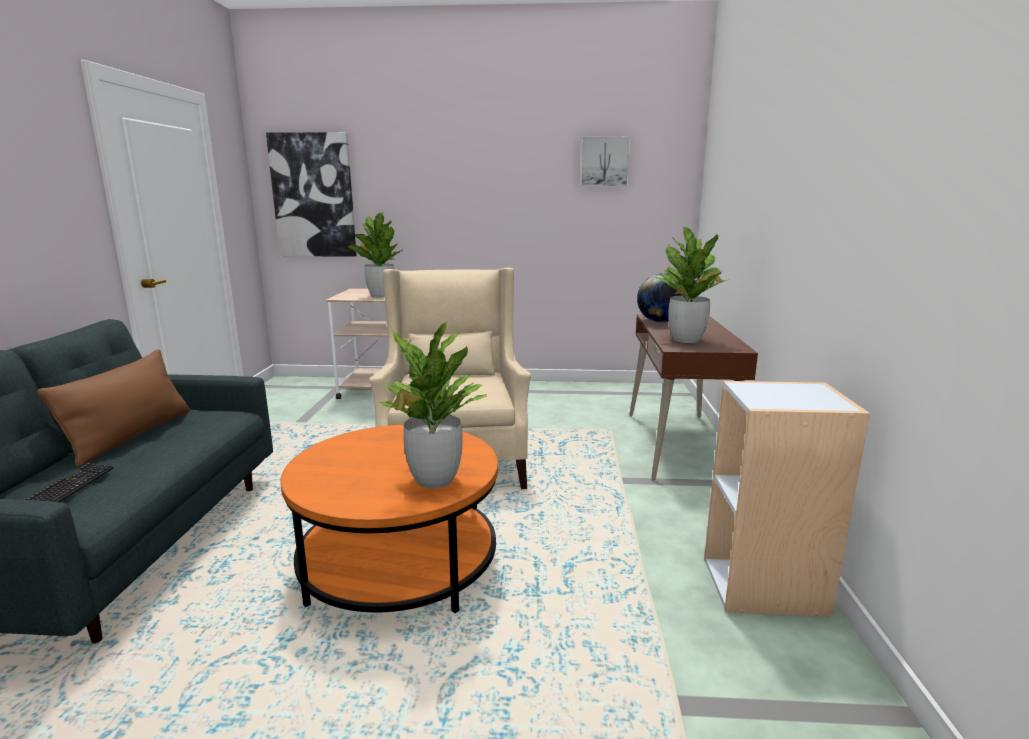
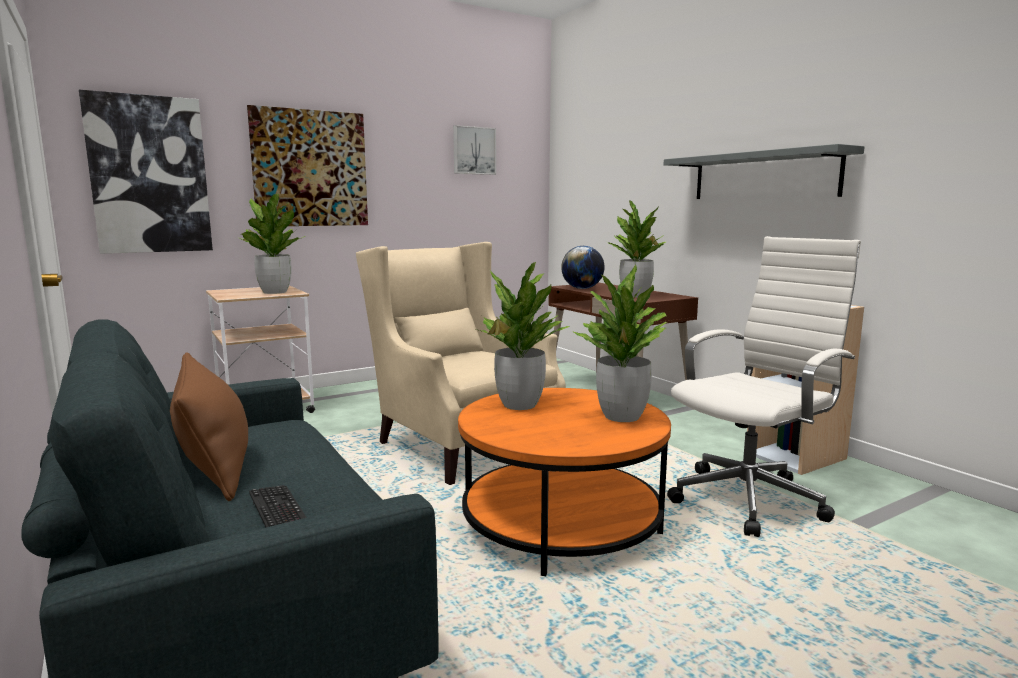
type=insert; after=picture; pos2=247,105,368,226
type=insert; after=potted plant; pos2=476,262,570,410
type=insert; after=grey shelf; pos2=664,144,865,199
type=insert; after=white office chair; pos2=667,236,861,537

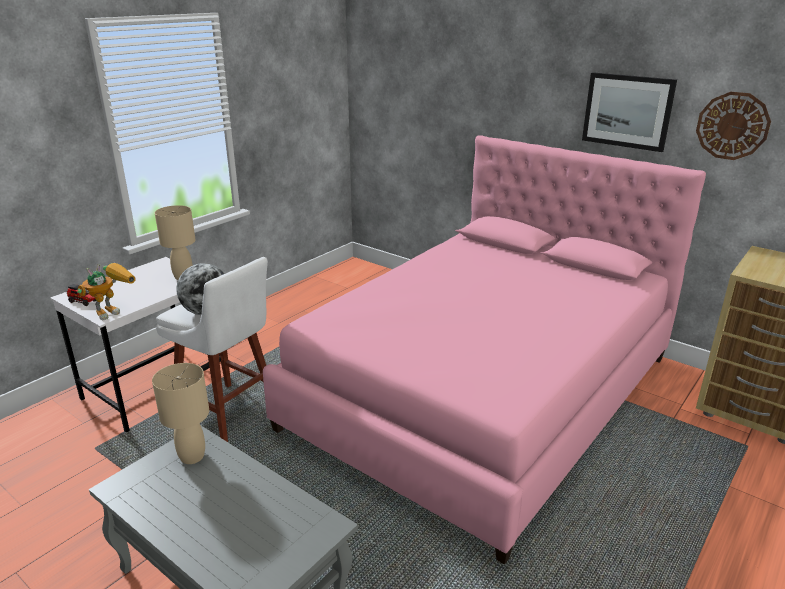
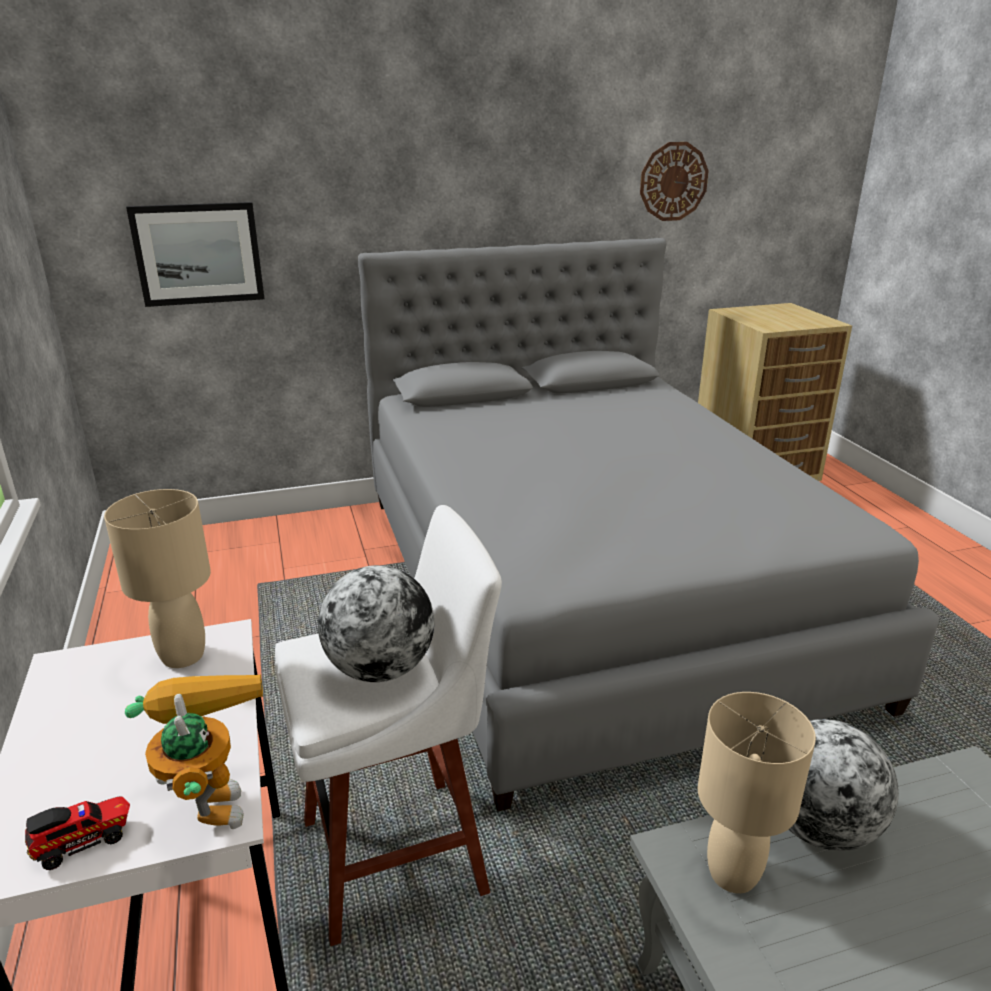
type=insert; after=globe; pos2=788,719,899,851
type=move; before=picture; pos1=582,72,677,152; pos2=126,202,265,307
type=recolor; before=pink bed; after=grey bed; pos1=263,135,706,565; pos2=358,238,939,811

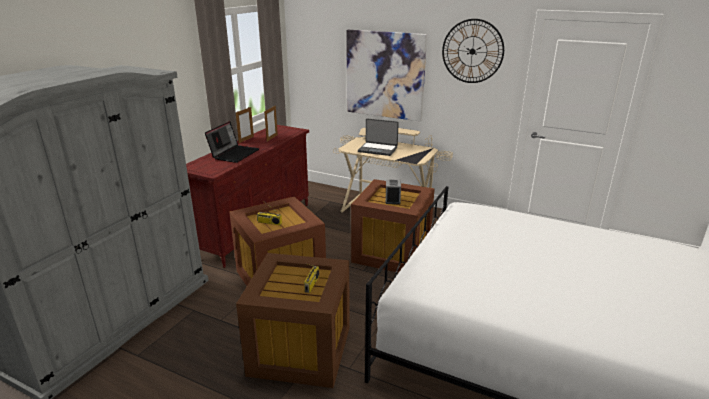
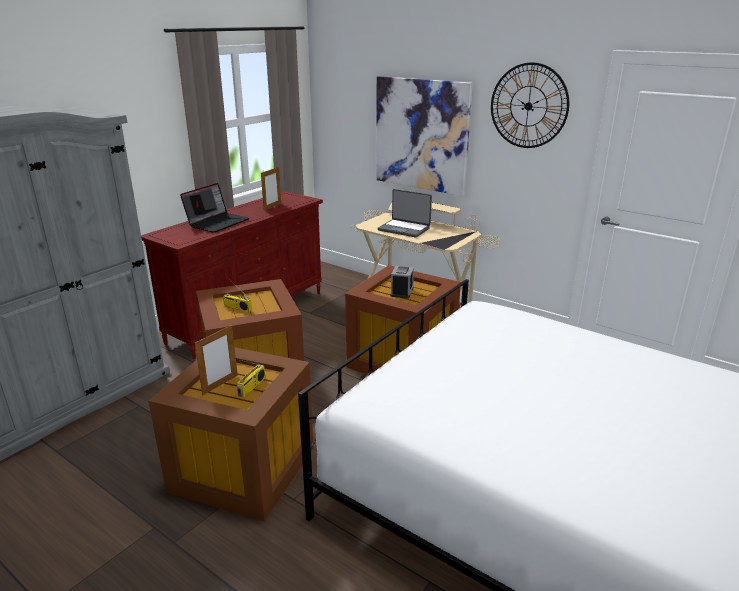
type=move; before=picture frame; pos1=236,107,254,143; pos2=195,325,238,395

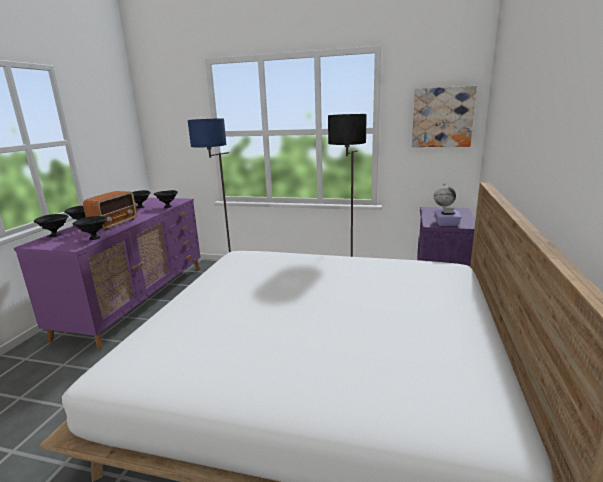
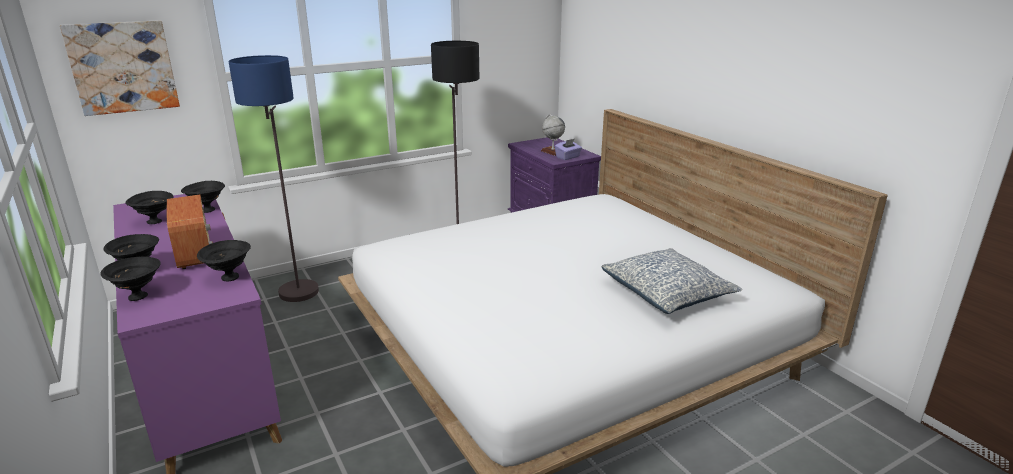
type=insert; after=pillow; pos2=602,248,742,314
type=move; before=picture; pos1=412,86,477,147; pos2=60,20,180,116

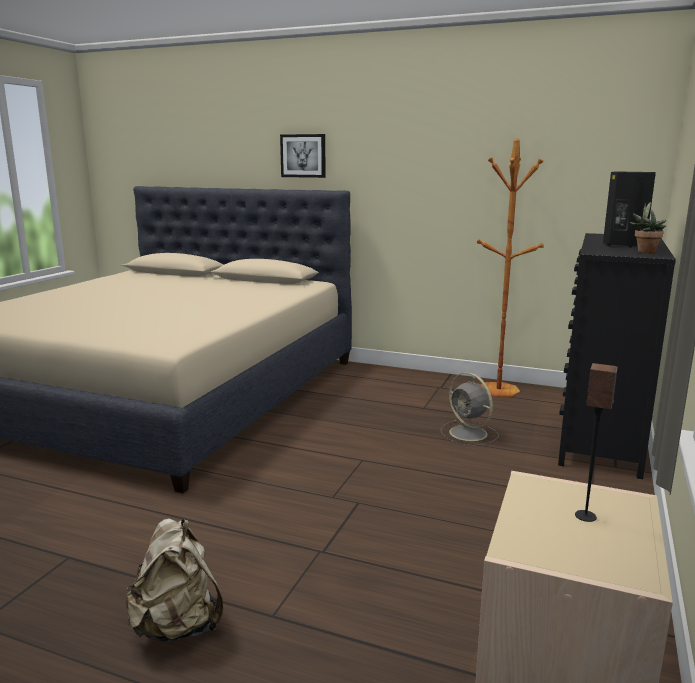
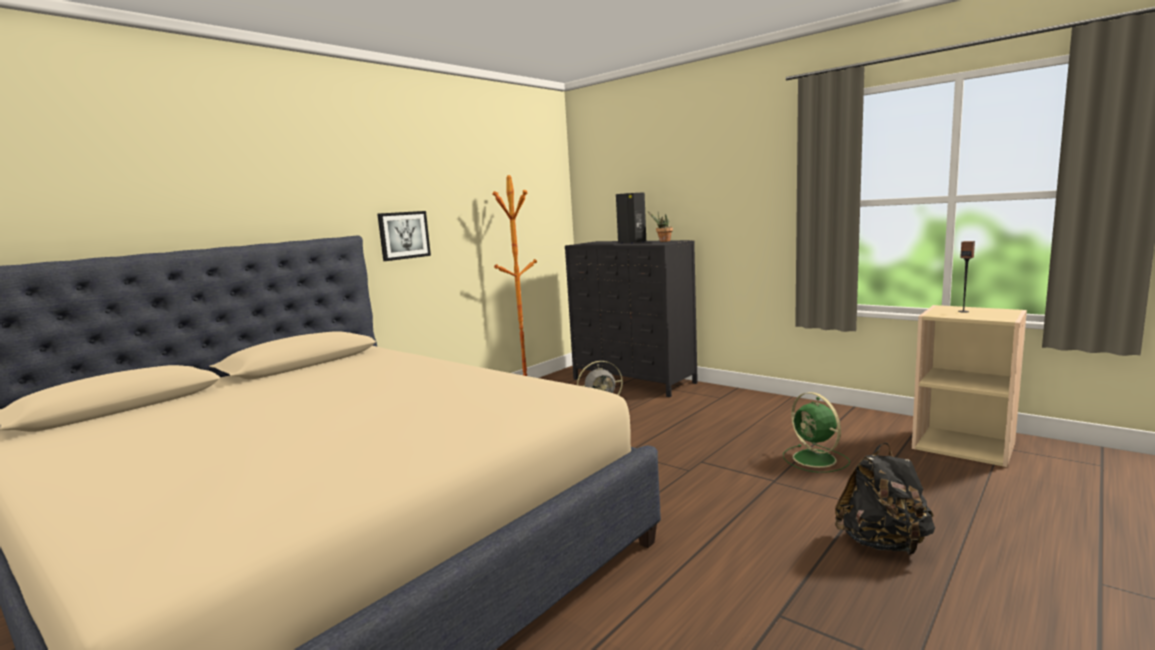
type=insert; after=green fan; pos2=783,392,850,473
type=move; before=picture; pos1=280,134,326,178; pos2=377,211,431,261
type=recolor; before=beige backpack; after=black backpack; pos1=126,519,223,641; pos2=835,443,935,555

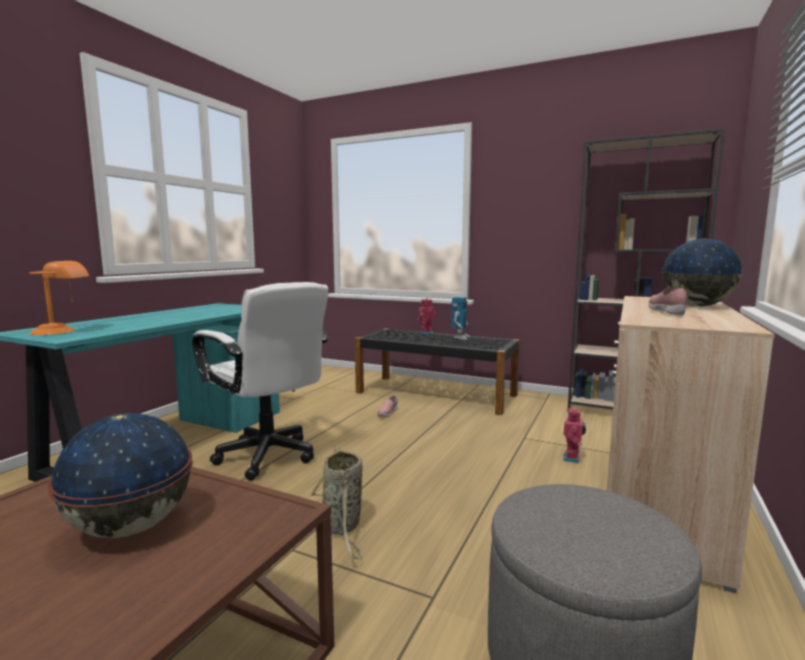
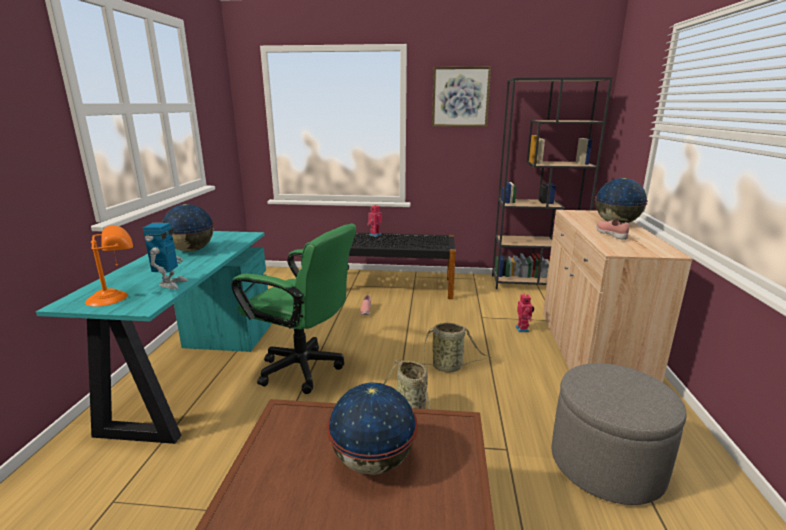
type=insert; after=globe; pos2=162,204,214,251
type=insert; after=basket; pos2=422,322,492,373
type=insert; after=picture; pos2=432,66,491,127
type=move; before=toy robot; pos1=452,297,471,340; pos2=143,223,188,289
type=recolor; before=white office chair; after=green office chair; pos1=192,282,328,481; pos2=232,224,356,394

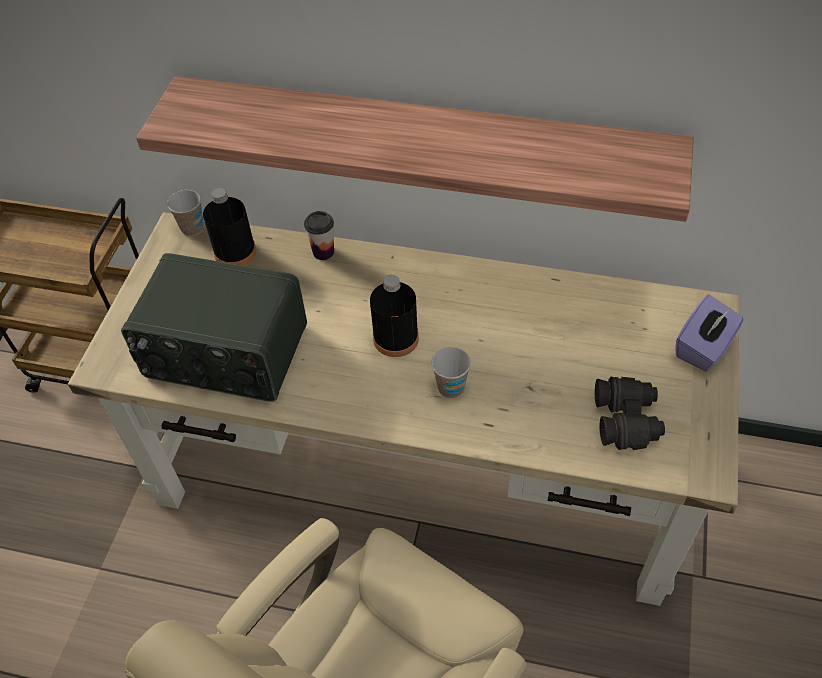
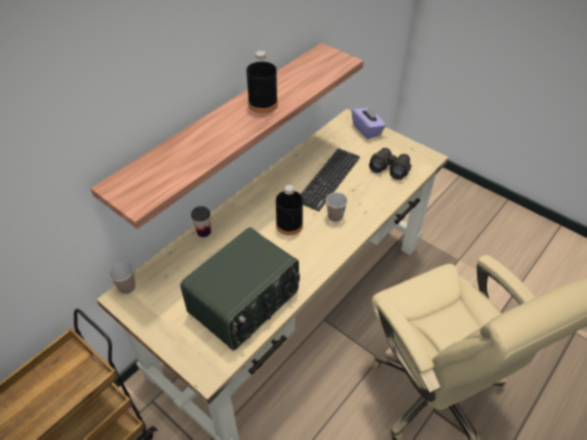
type=insert; after=keyboard; pos2=301,149,360,211
type=move; before=black bottle; pos1=203,188,256,266; pos2=246,51,278,113

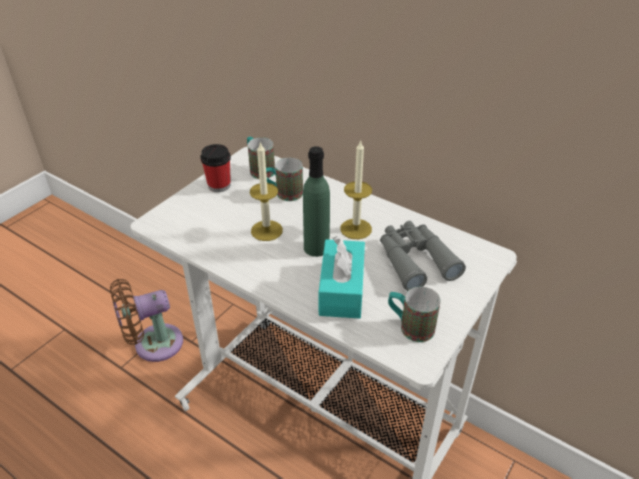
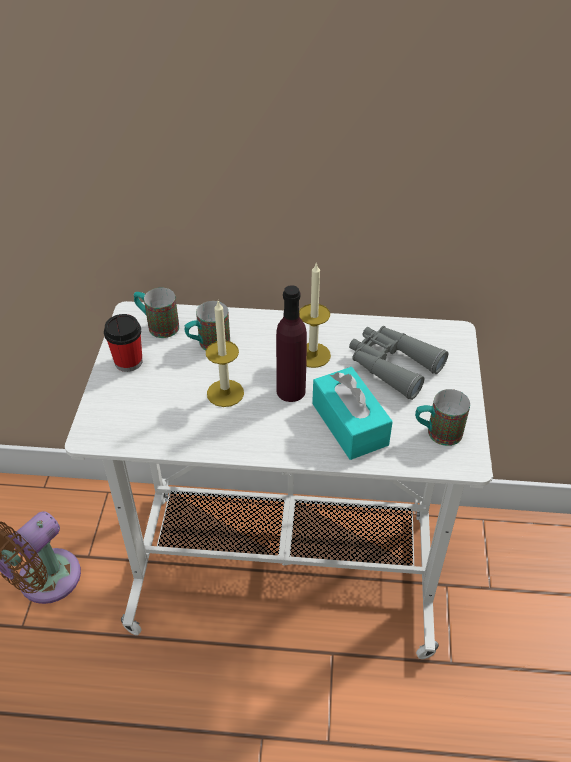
type=recolor; before=green bottle; after=purple bottle; pos1=303,146,330,257; pos2=276,285,307,402

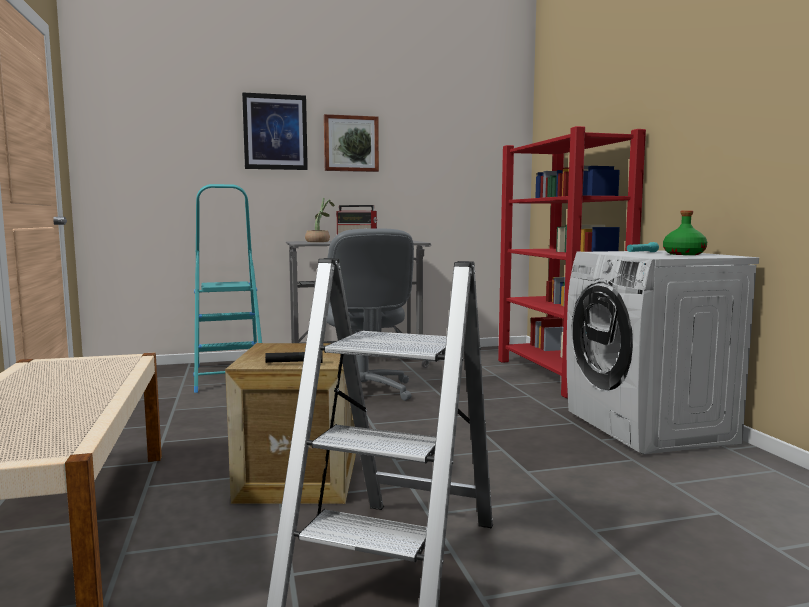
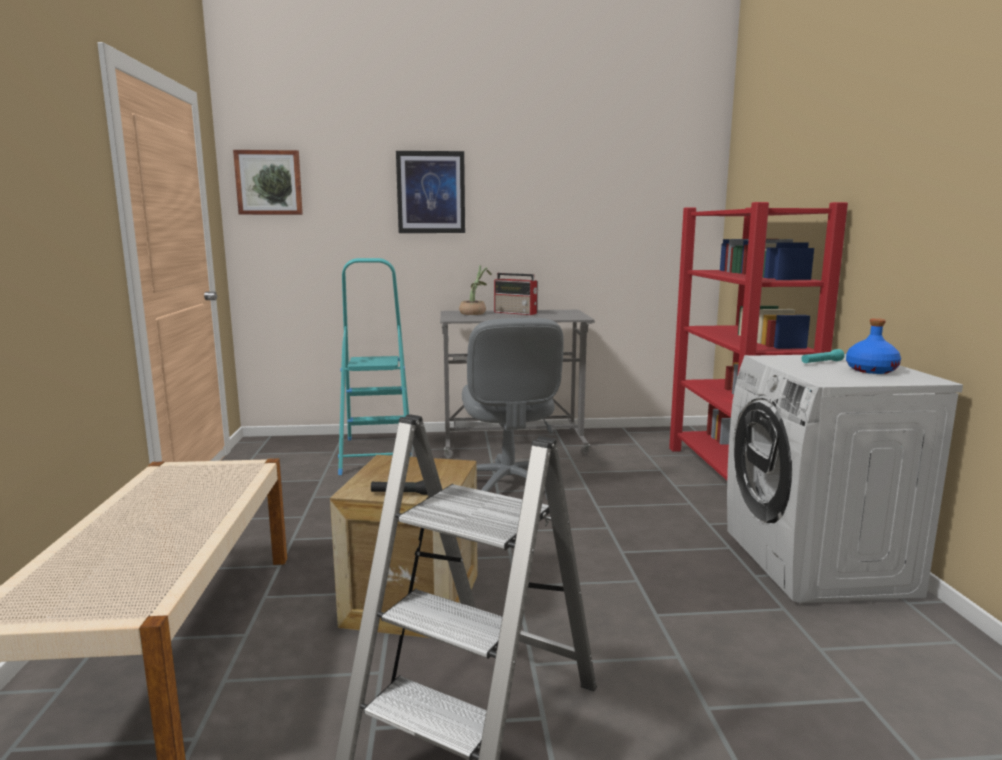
type=move; before=picture; pos1=324,114,379,172; pos2=233,150,303,215
type=recolor; before=green bottle; after=blue bottle; pos1=663,210,707,255; pos2=846,318,901,374

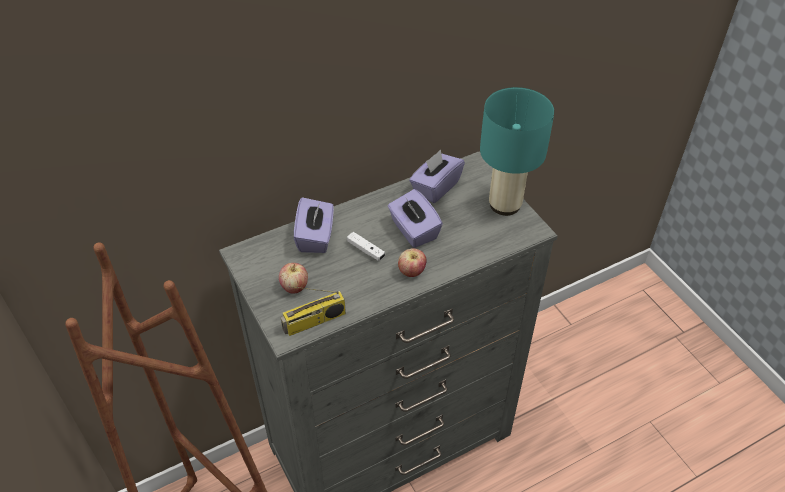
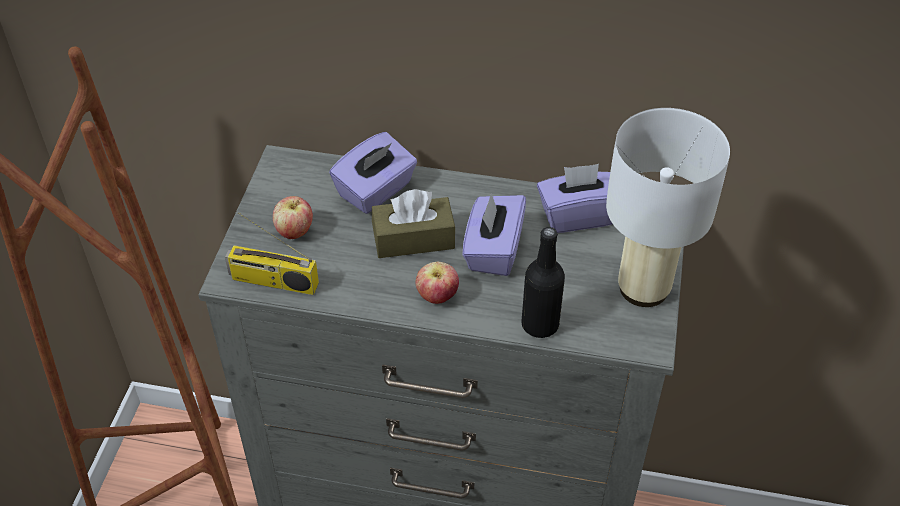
type=insert; after=black bottle; pos2=521,227,565,338
type=replace; before=white game controller; after=brown tissue box; pos1=347,232,385,261; pos2=372,189,455,258
type=recolor; before=turquoise table lamp; after=white table lamp; pos1=480,87,554,216; pos2=606,108,730,307

